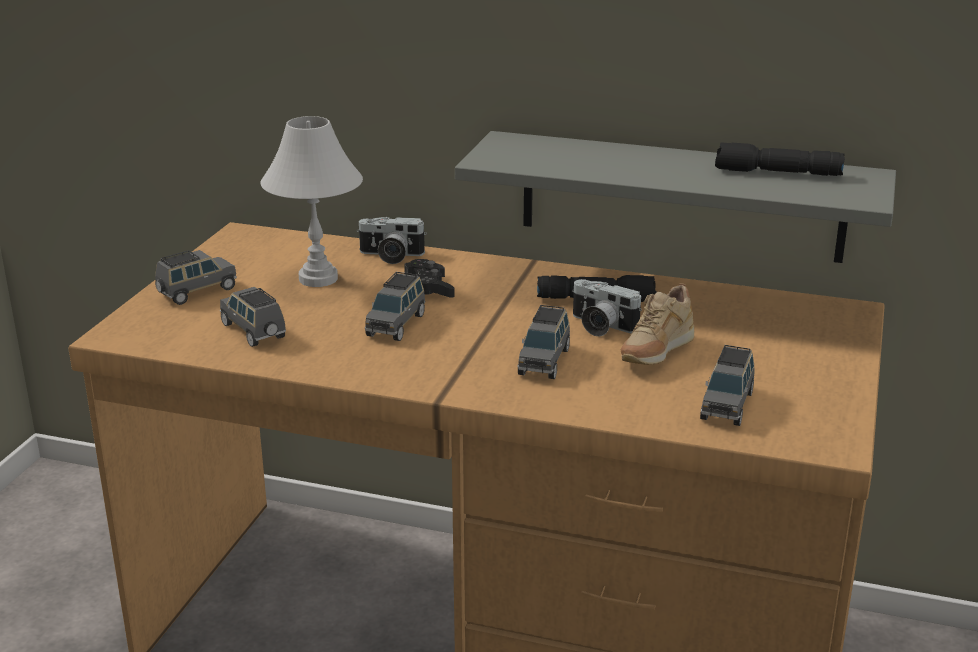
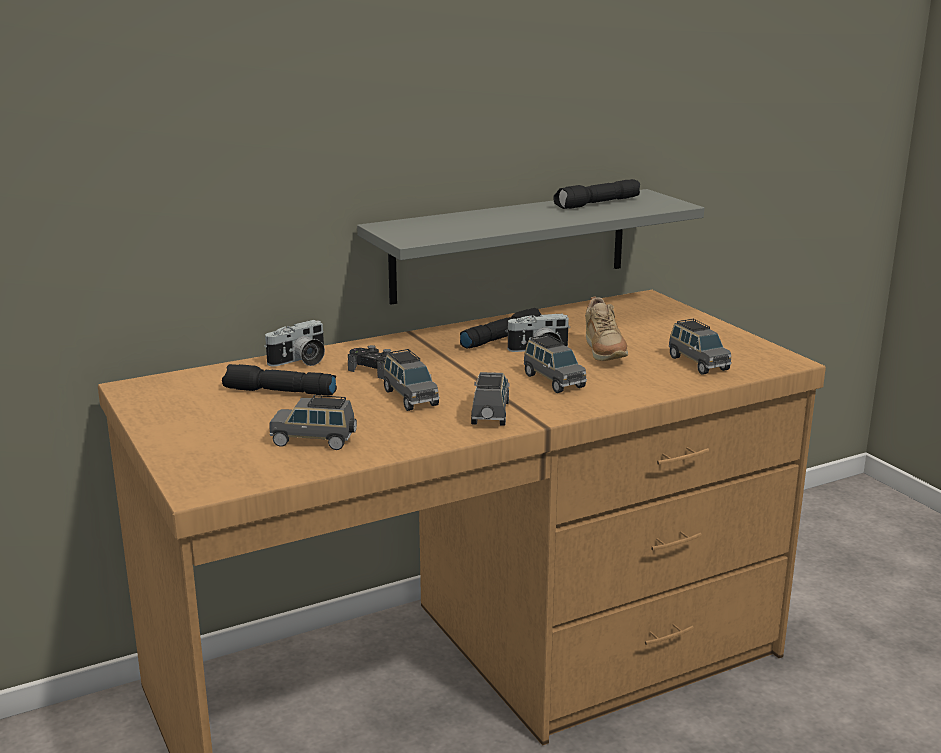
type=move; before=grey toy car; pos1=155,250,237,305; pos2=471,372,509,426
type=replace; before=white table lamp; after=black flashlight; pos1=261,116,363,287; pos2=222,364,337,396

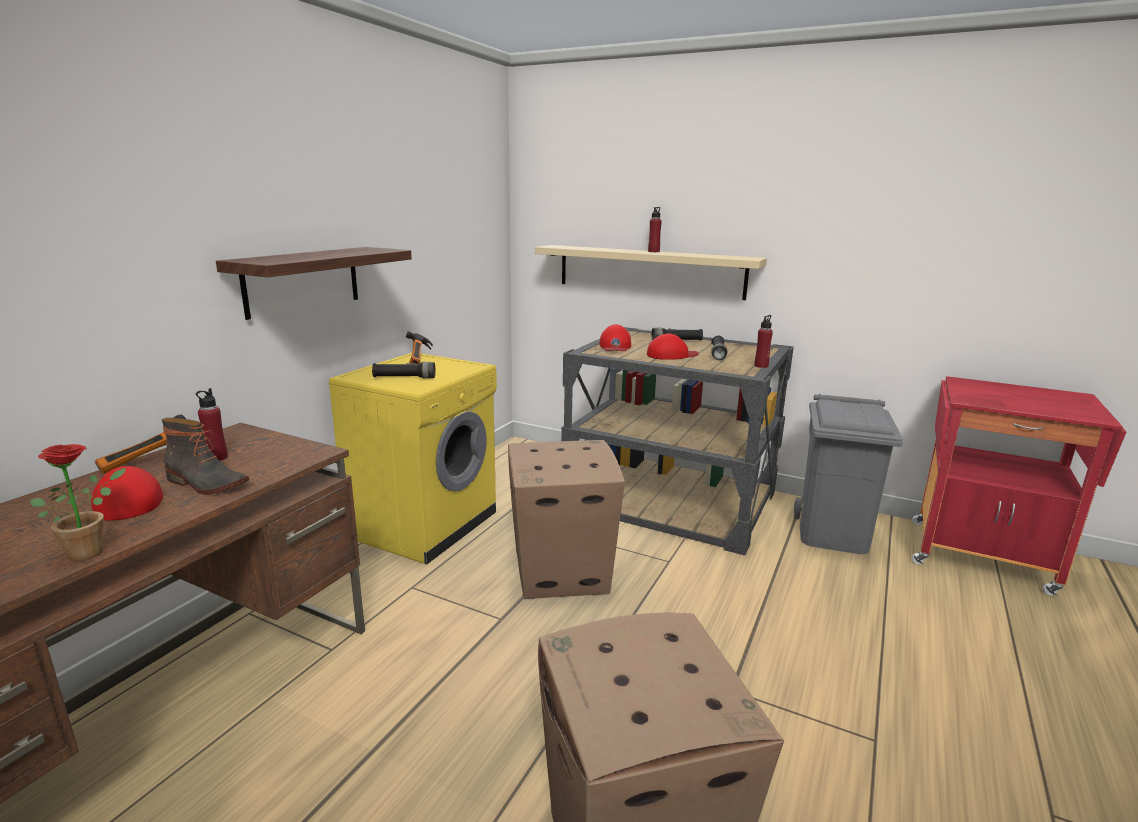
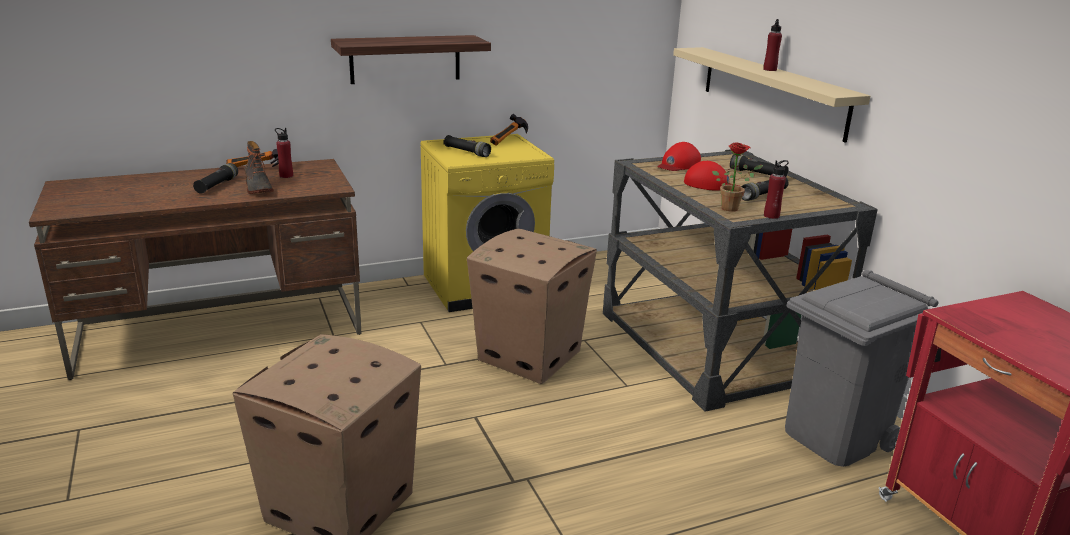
type=move; before=potted plant; pos1=30,444,126,561; pos2=712,143,763,212
type=replace; before=red cap; after=black flashlight; pos1=91,466,163,521; pos2=193,163,238,194

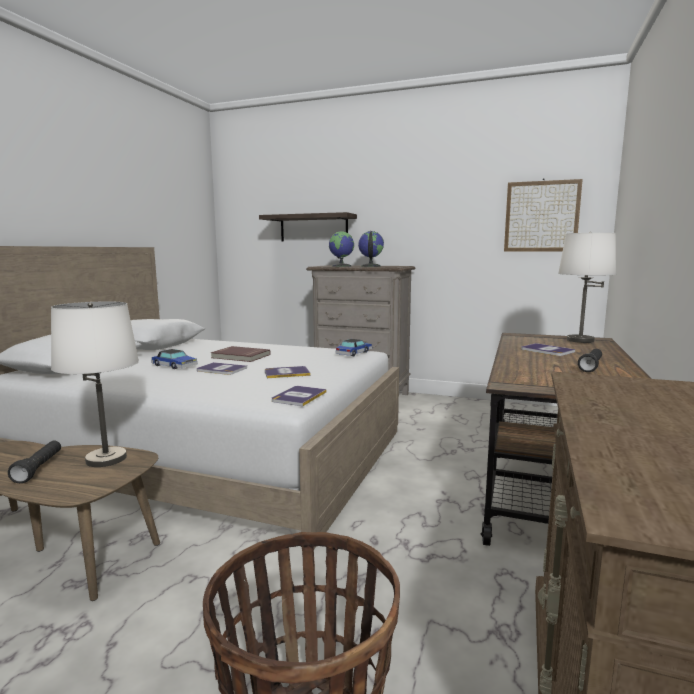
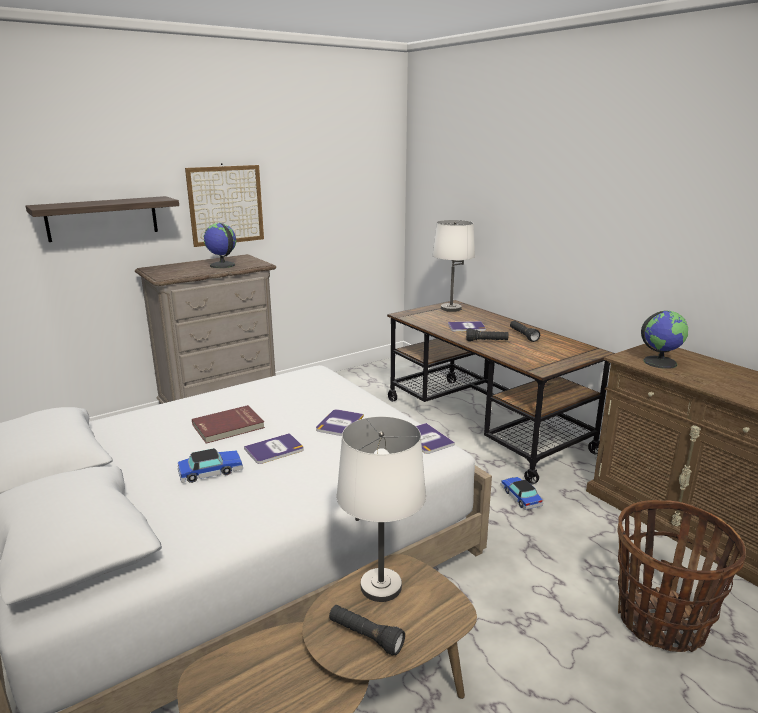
type=insert; after=black flashlight; pos2=466,328,509,341
type=move; before=globe; pos1=329,231,354,267; pos2=641,311,689,369
type=move; before=toy car; pos1=335,339,372,356; pos2=501,477,543,510
type=move; before=picture; pos1=504,178,583,252; pos2=185,163,264,247

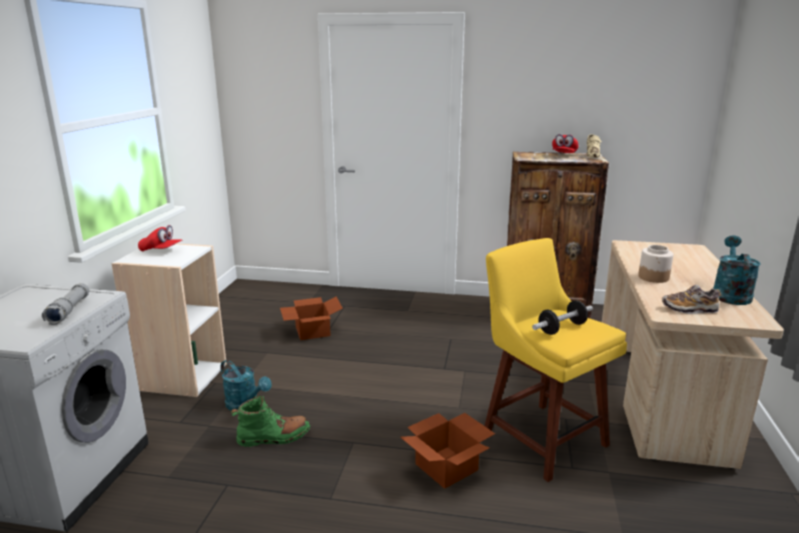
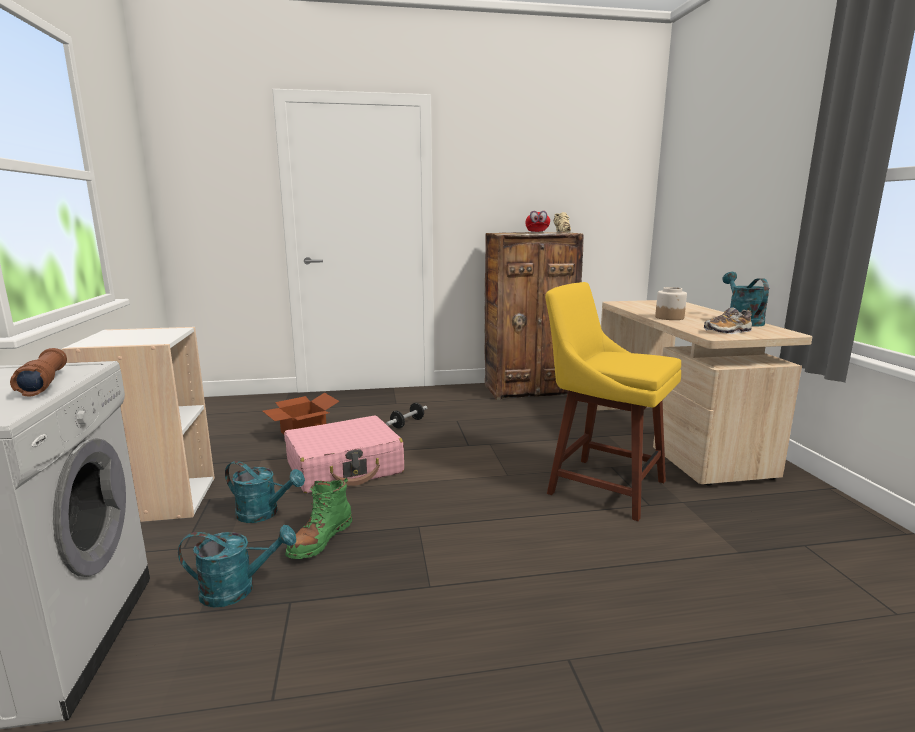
type=delete; before=red cap; pos1=138,225,182,251
type=delete; before=cardboard box; pos1=400,413,495,489
type=insert; after=turquoise watering can; pos2=178,525,296,607
type=insert; after=pink suitcase; pos2=284,416,404,493
type=move; before=dumbbell; pos1=532,300,593,335; pos2=386,403,427,429
type=recolor; before=grey flashlight; after=brown flashlight; pos1=42,283,89,325; pos2=10,348,67,396
type=rotate; before=green boot; pos1=231,395,310,447; pos2=285,478,352,559; turn=150

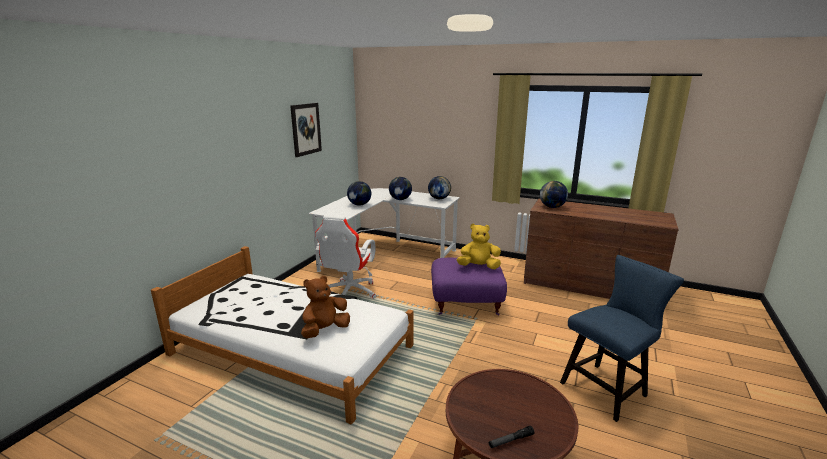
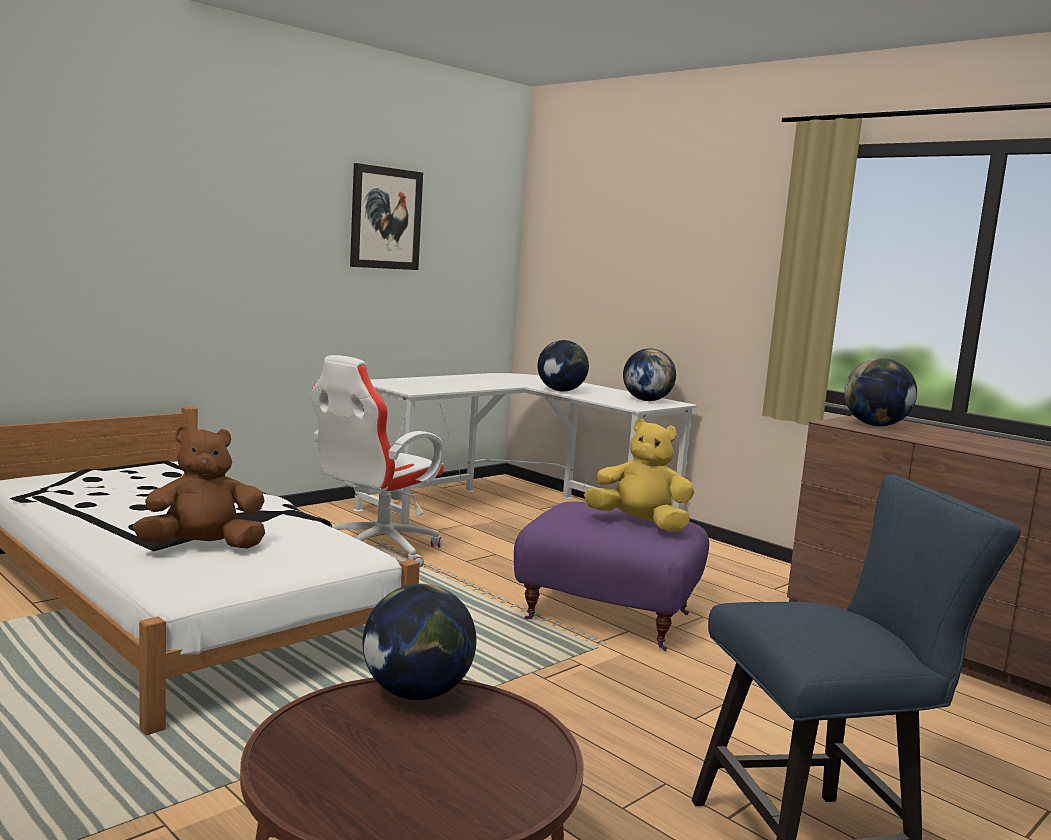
type=delete; before=flashlight; pos1=489,426,534,448
type=move; before=globe; pos1=347,181,371,206; pos2=363,584,477,700

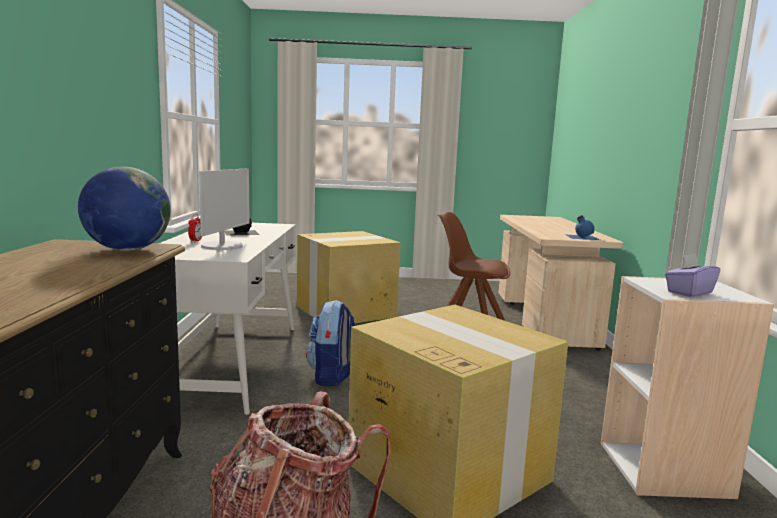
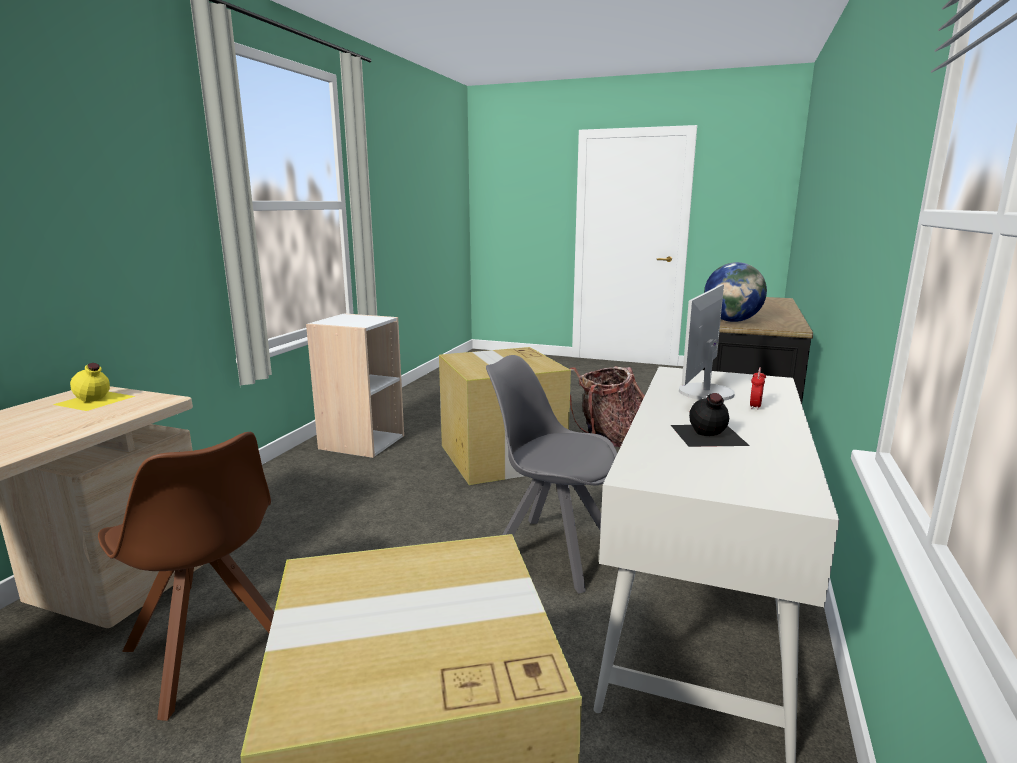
type=delete; before=purple tissue box; pos1=665,254,721,297
type=replace; before=backpack; after=grey chair; pos1=306,300,356,386; pos2=486,355,617,594
type=recolor; before=blue bottle; after=yellow bottle; pos1=566,215,600,240; pos2=53,363,135,411

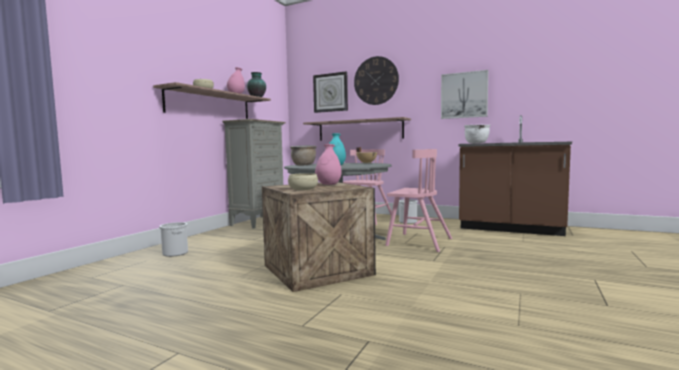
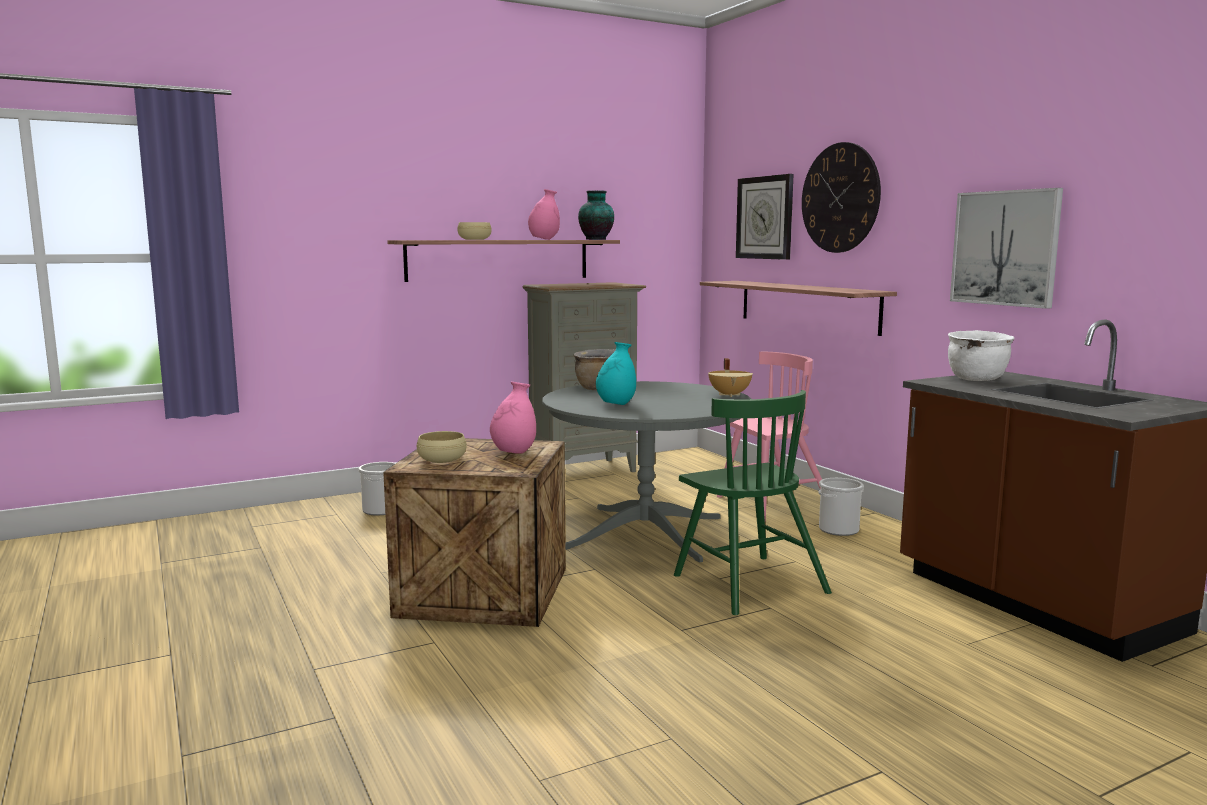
type=recolor; before=pink chair; after=green chair; pos1=385,149,452,252; pos2=674,390,832,615

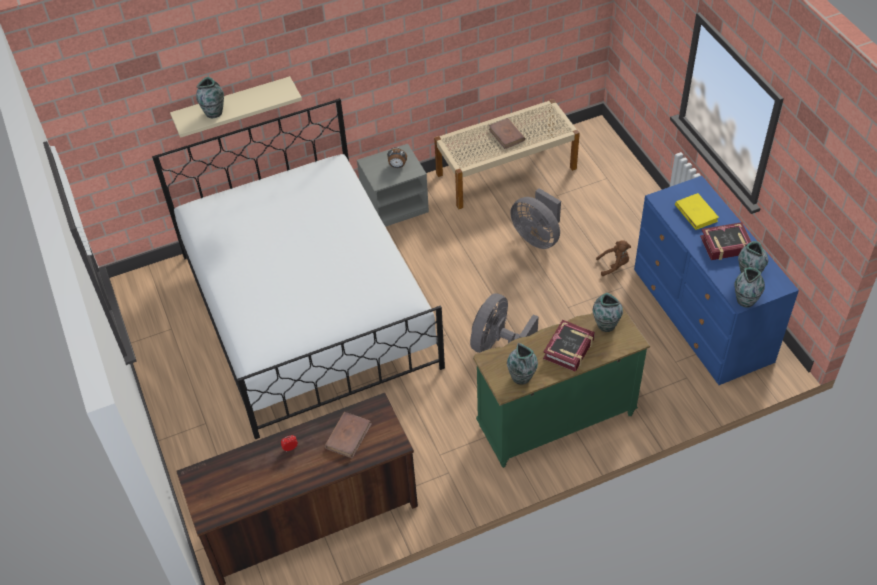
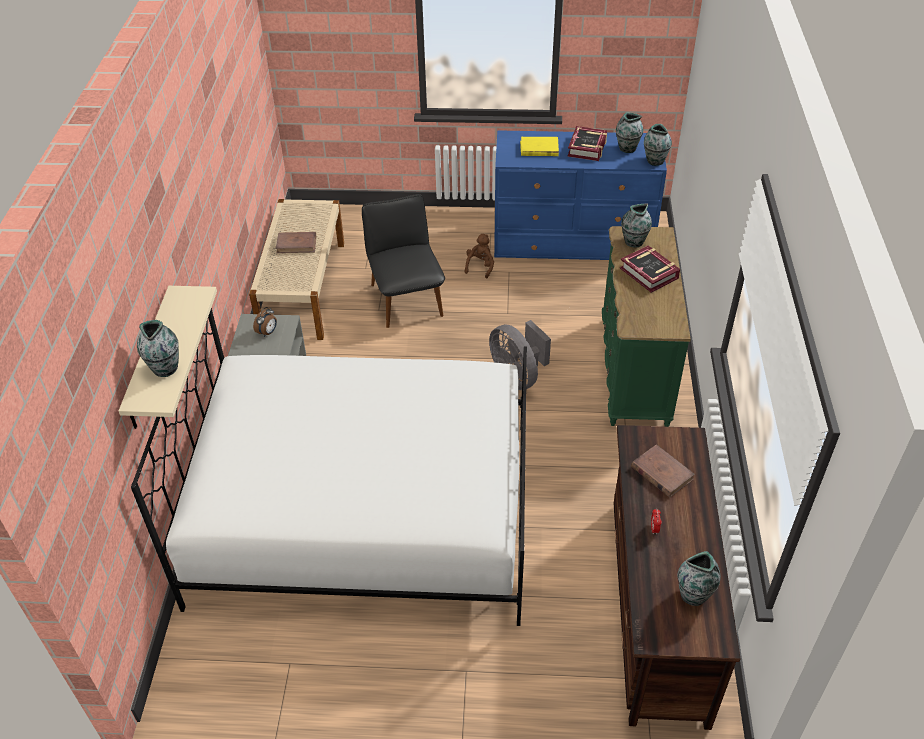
type=move; before=vase; pos1=507,343,538,385; pos2=677,551,721,606
type=replace; before=grey fan; after=black chair; pos1=510,188,561,249; pos2=362,194,445,328

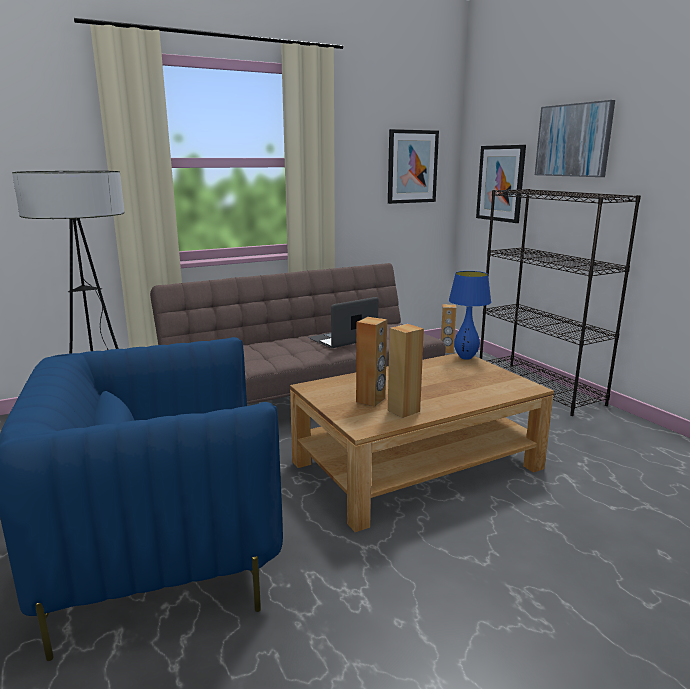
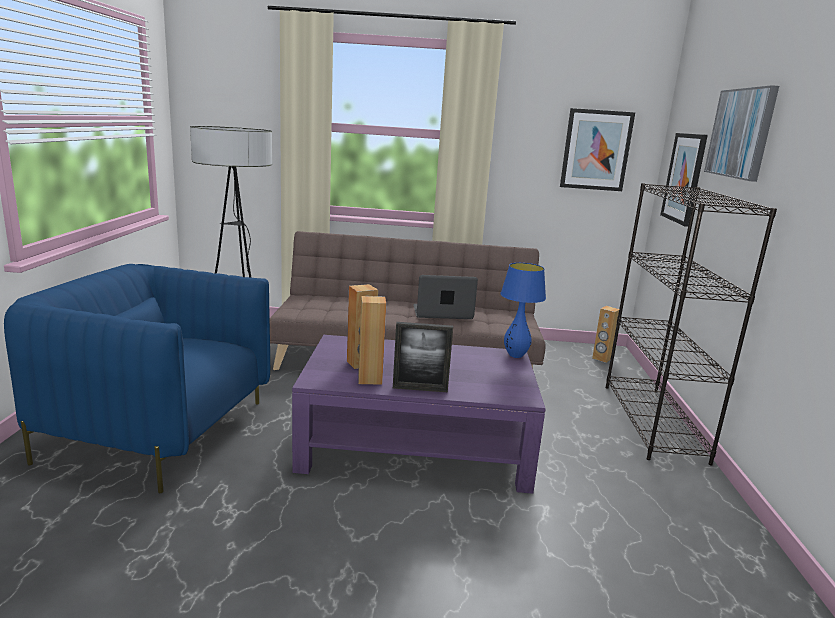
type=insert; after=picture frame; pos2=393,322,453,392
type=recolor; before=brown coffee table; after=purple coffee table; pos1=290,353,554,532; pos2=292,335,546,494

